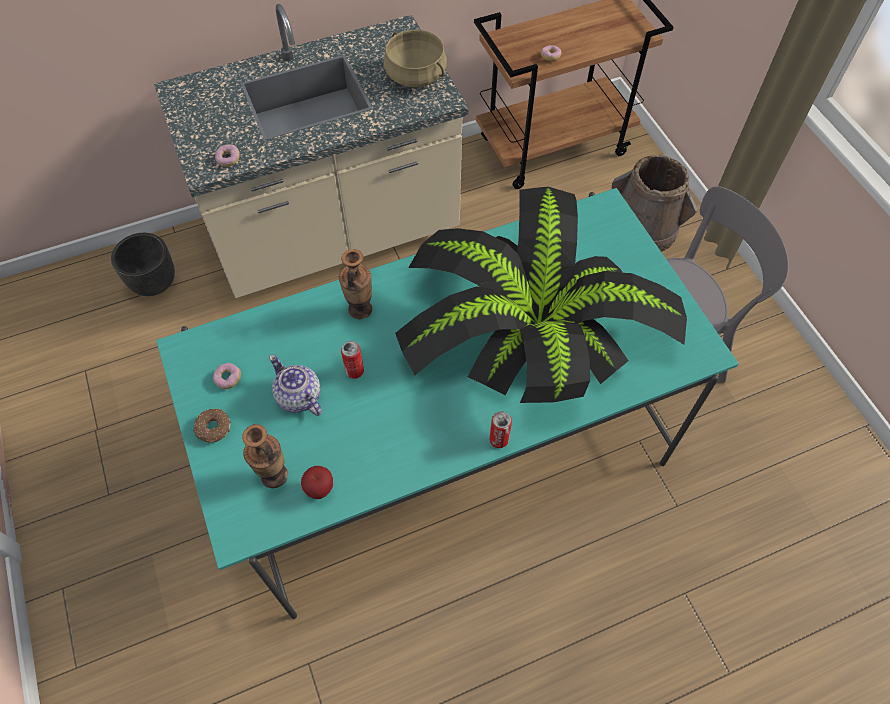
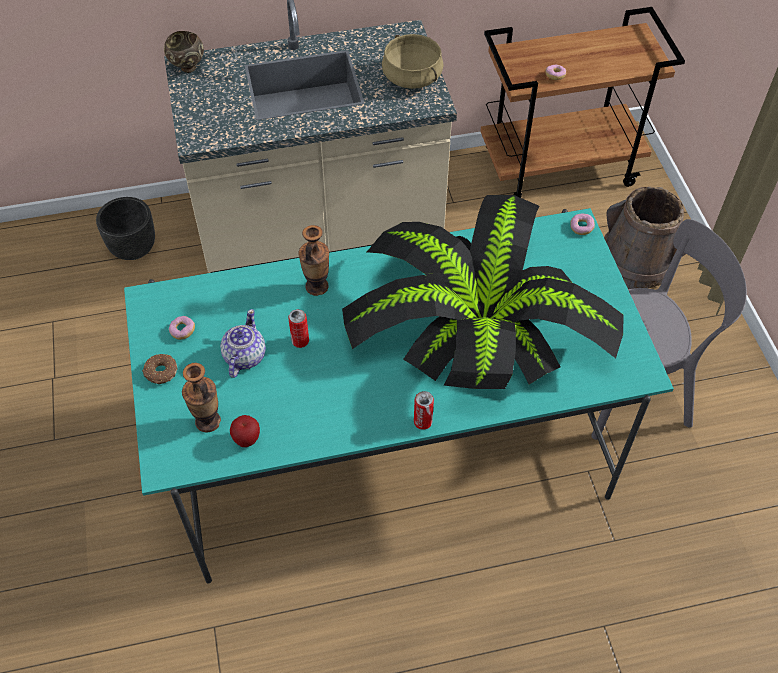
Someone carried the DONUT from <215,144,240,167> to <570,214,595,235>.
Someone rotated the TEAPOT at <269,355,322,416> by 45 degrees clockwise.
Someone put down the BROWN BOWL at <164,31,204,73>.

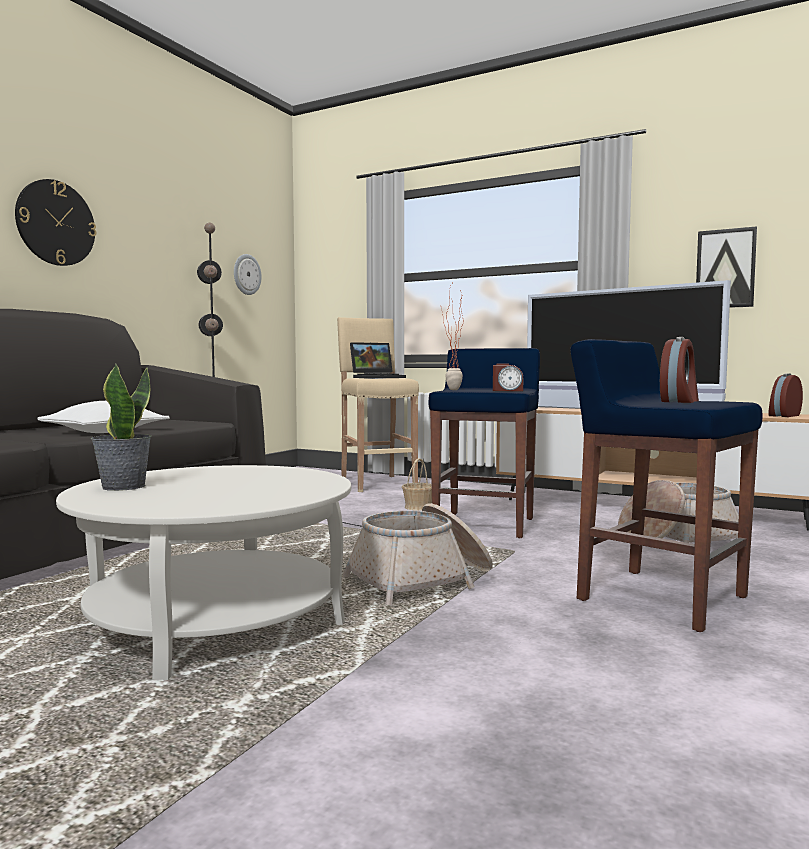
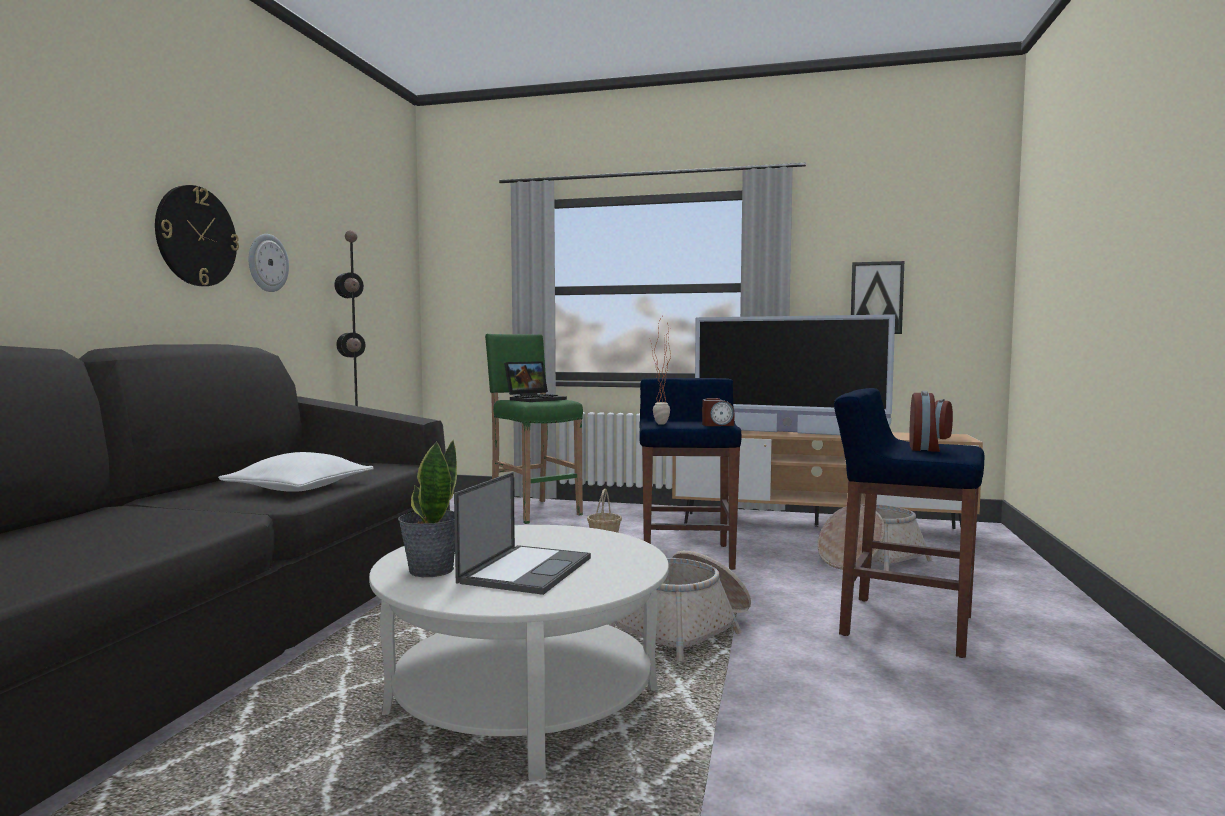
Someone carried the WALL CLOCK from <234,254,262,295> to <249,234,289,292>.
Someone repainted the BEIGE STOOL at <337,317,419,492>, which became the GREEN STOOL at <485,334,583,524>.
Someone put down the LAPTOP at <454,472,591,595>.

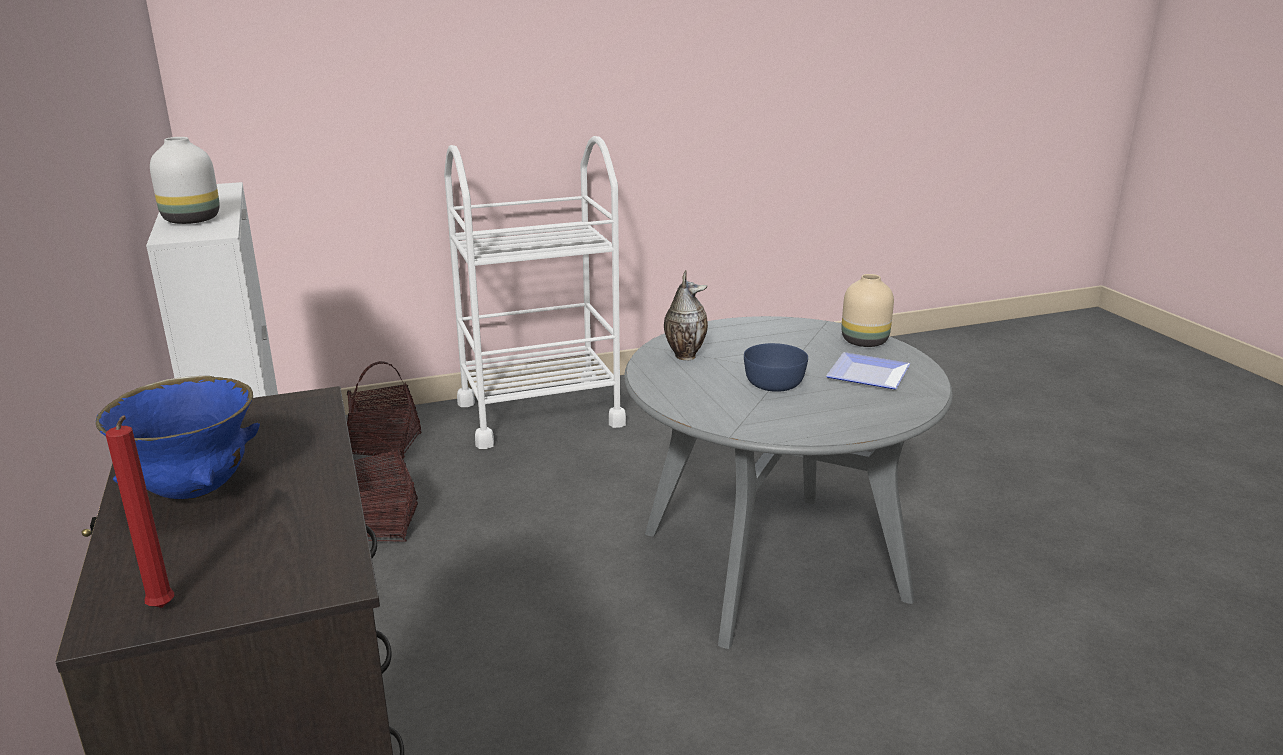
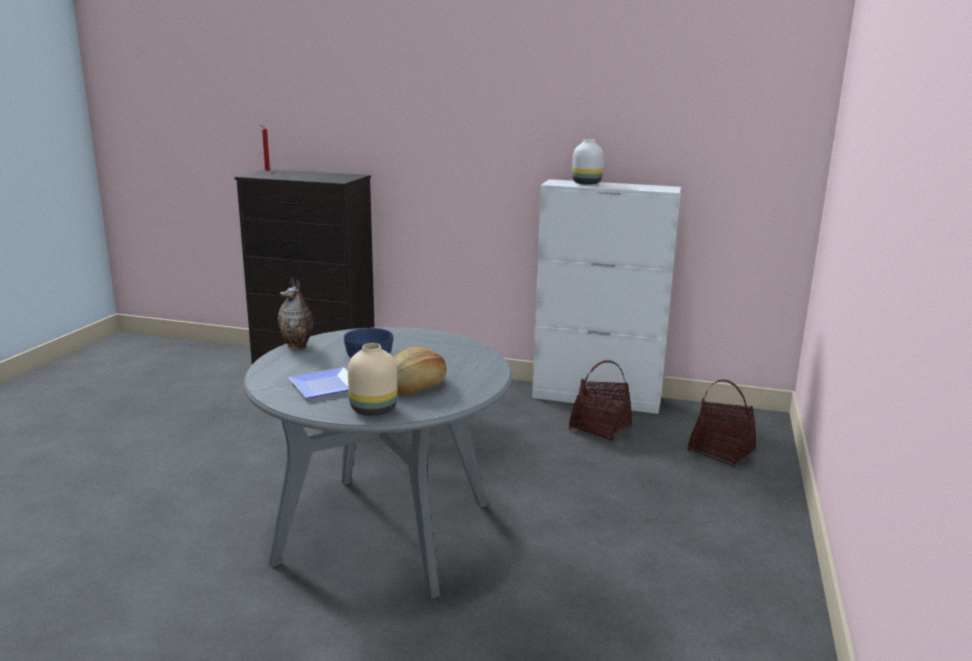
Someone took away the WHITE CART at <444,136,626,449>.
Someone carried the VASE from <664,270,708,360> to <278,278,313,350>.
Someone took away the BLUE BOWL at <96,376,260,499>.
Someone put down the BREAD at <393,347,447,395>.

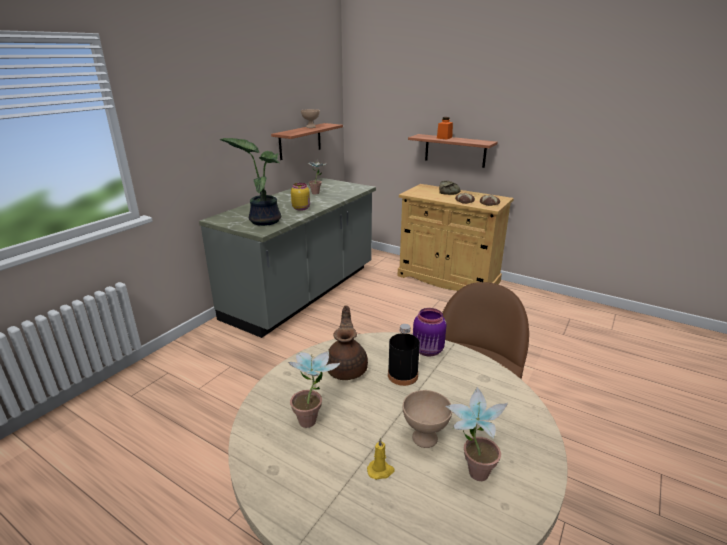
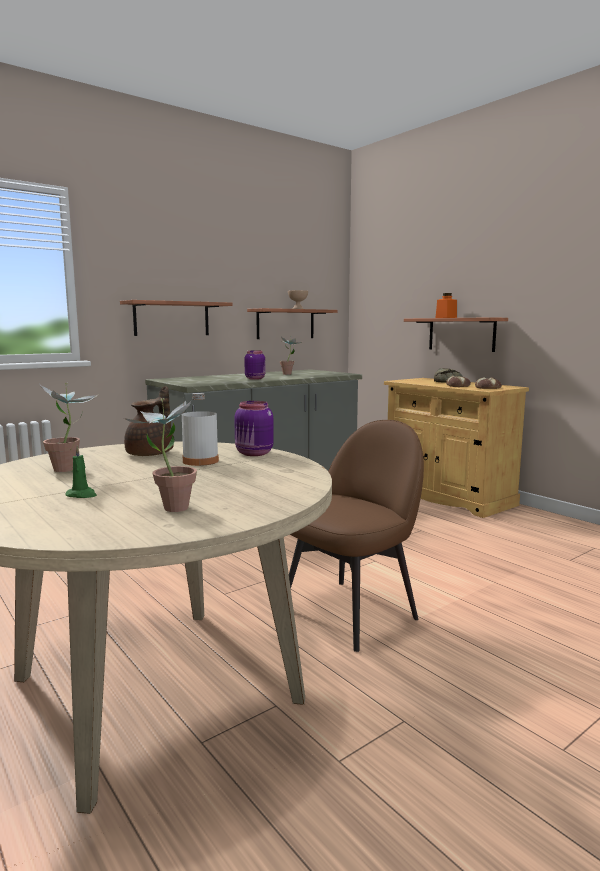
Someone took away the POTTED PLANT at <219,138,281,226>.
Someone repainted the YELLOW JAR at <291,183,310,211>, which became the PURPLE JAR at <244,351,265,380>.
Someone repainted the BLACK BOTTLE at <388,324,420,386>, which became the WHITE BOTTLE at <182,393,219,466>.
Someone took away the BEIGE BOWL at <403,390,452,448>.
Someone repainted the YELLOW CANDLE at <367,438,395,480>, which became the GREEN CANDLE at <65,446,97,498>.
Someone put up the SHELF at <120,300,233,336>.

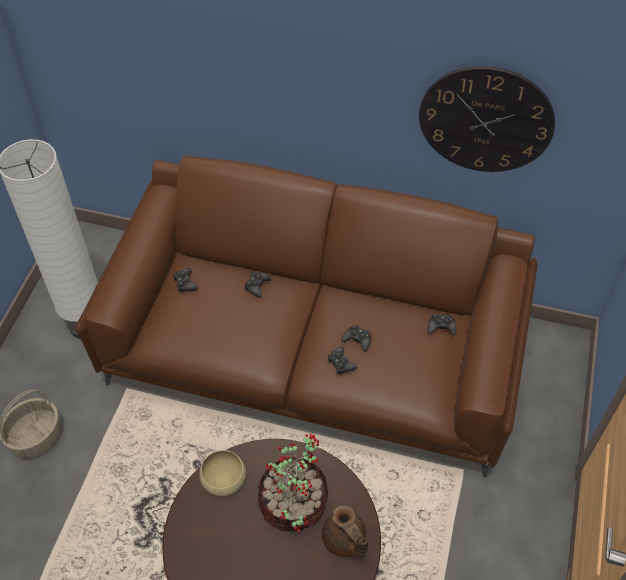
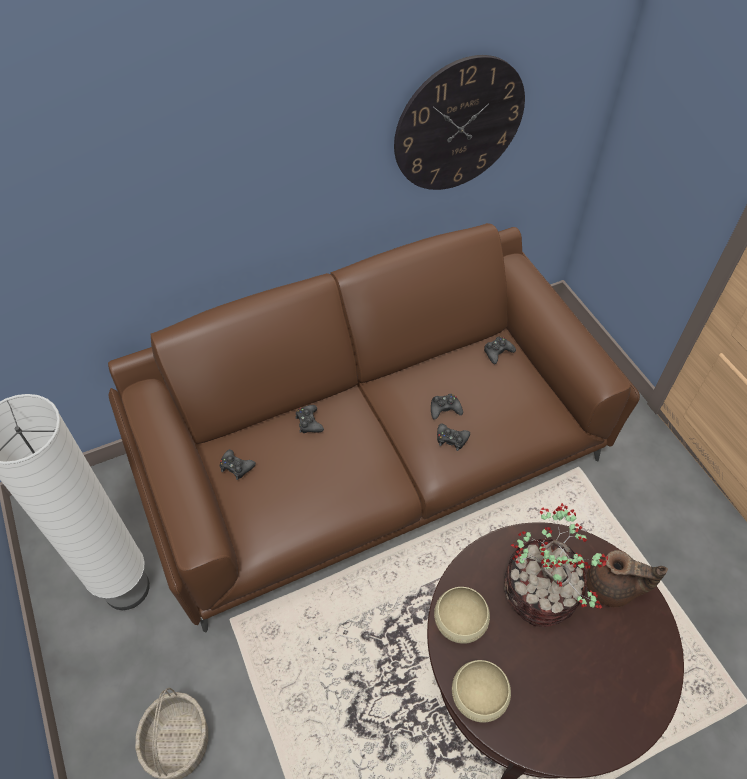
Someone put down the BEIGE BOWL at <452,660,511,723>.

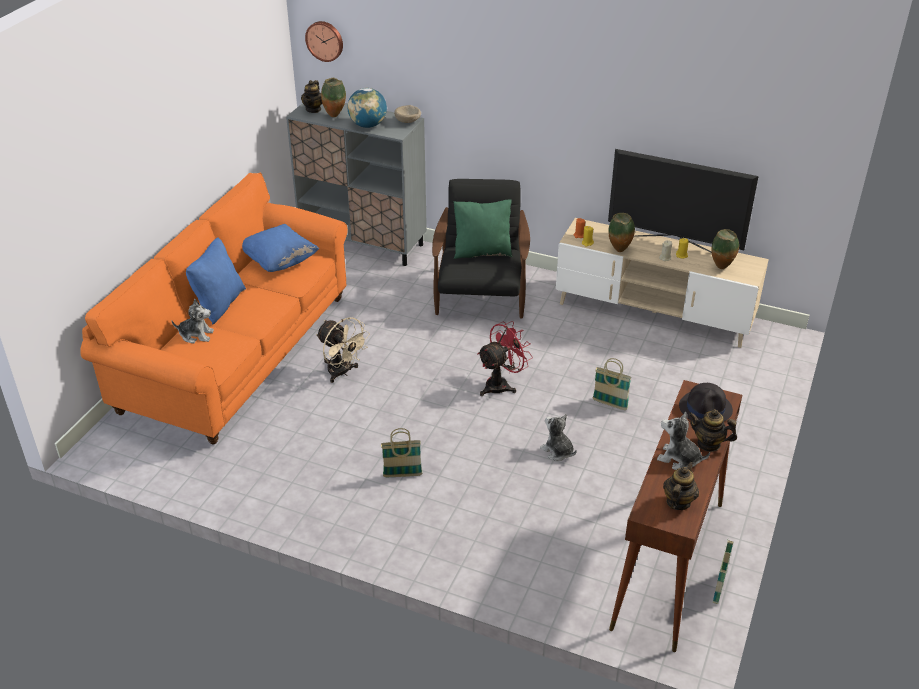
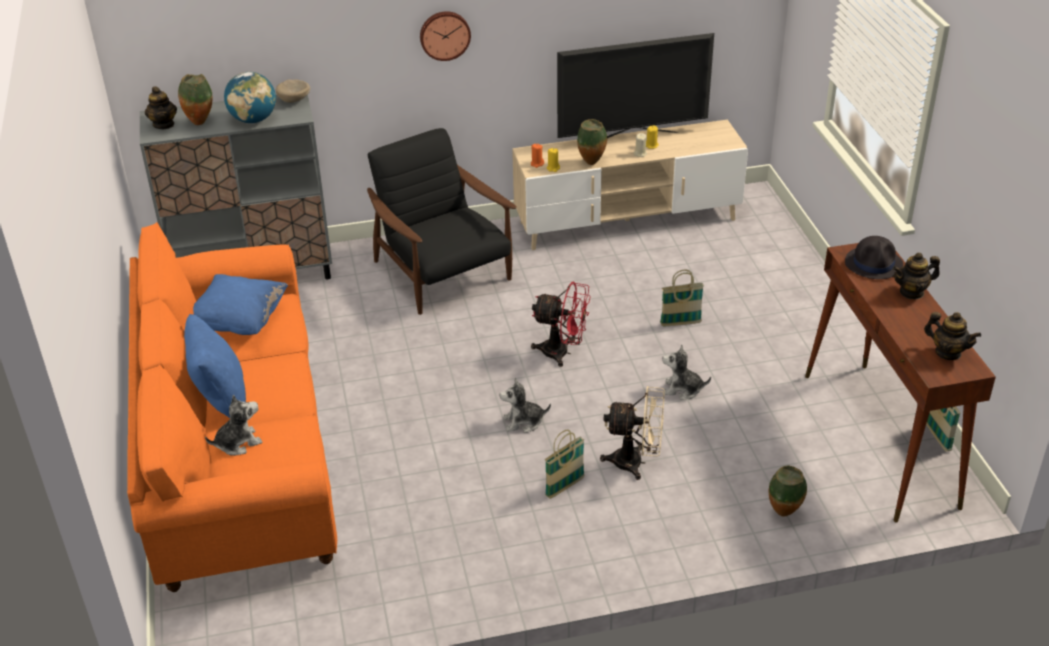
Someone carried the WALL CLOCK from <305,21,343,62> to <420,11,471,61>.
Someone took away the GREEN PILLOW at <454,199,512,259>.
Someone carried the VASE from <711,229,739,269> to <769,465,807,517>.
Someone carried the BEIGE FAN from <316,317,370,383> to <600,386,665,480>.
Someone rotated the RED FAN at <477,321,533,396> by 90 degrees clockwise.
Someone carried the PLUSH TOY from <657,412,710,470> to <499,377,551,433>.
Someone rotated the TEAPOT at <663,462,699,510> by 135 degrees clockwise.

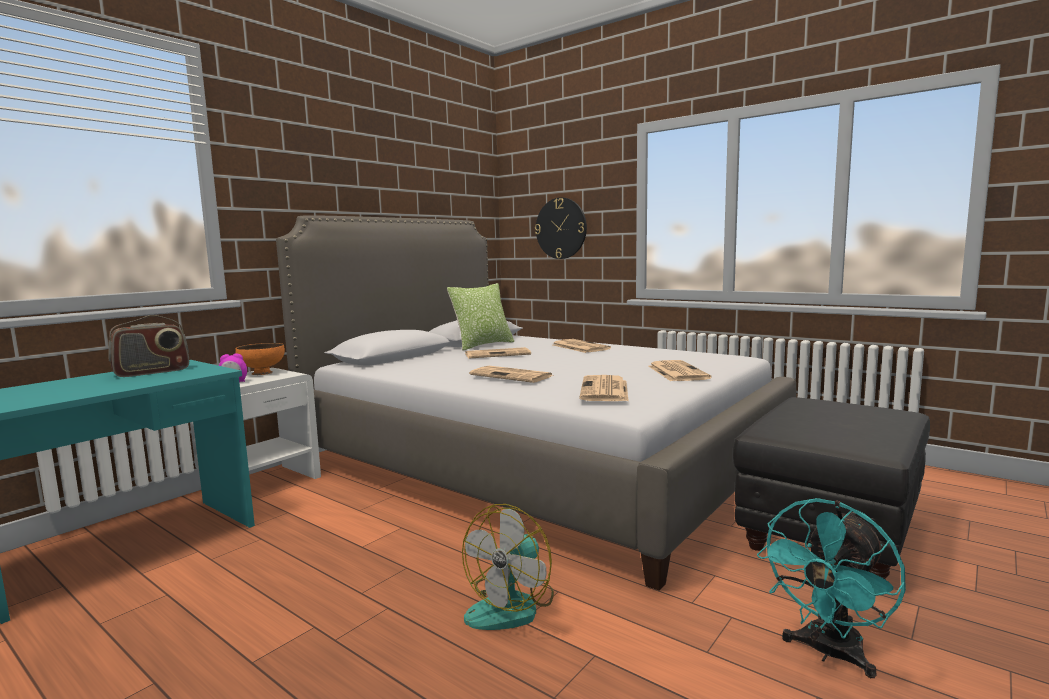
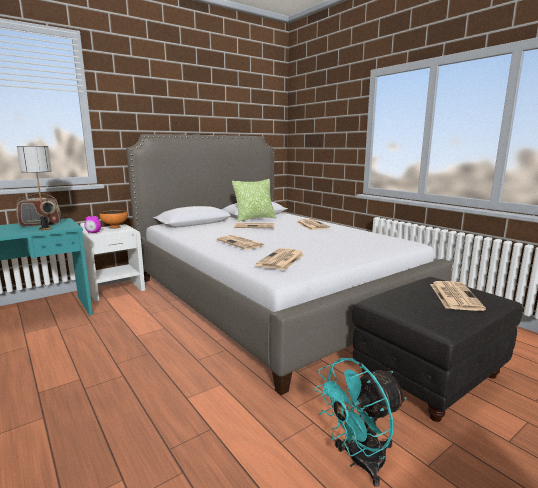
Someone took away the WALL CLOCK at <535,198,587,259>.
Someone carried the NEWSPAPER from <648,360,712,381> to <430,281,486,311>.
Someone took away the FAN at <462,504,554,630>.
Someone put down the TABLE LAMP at <17,146,52,230>.

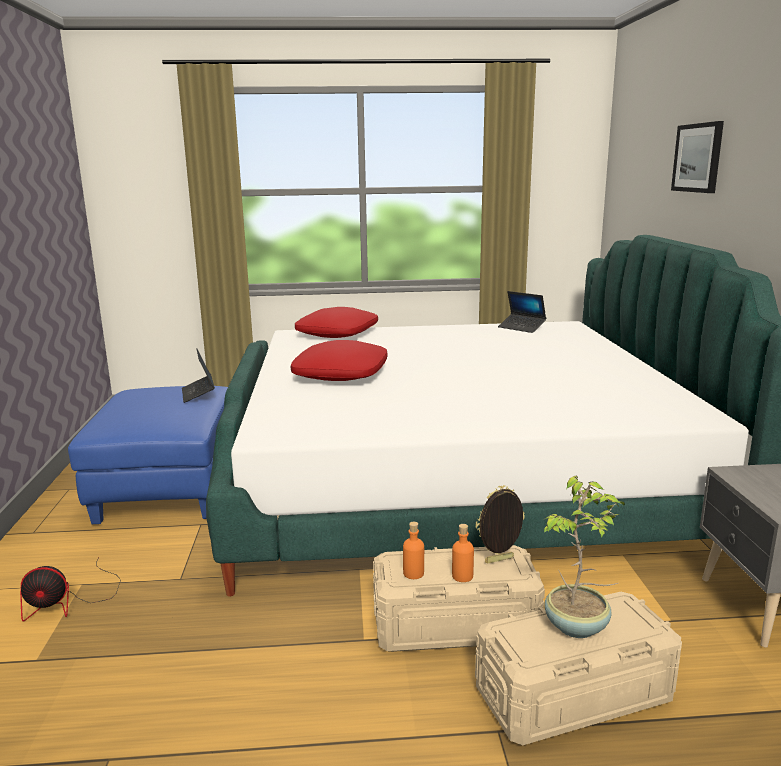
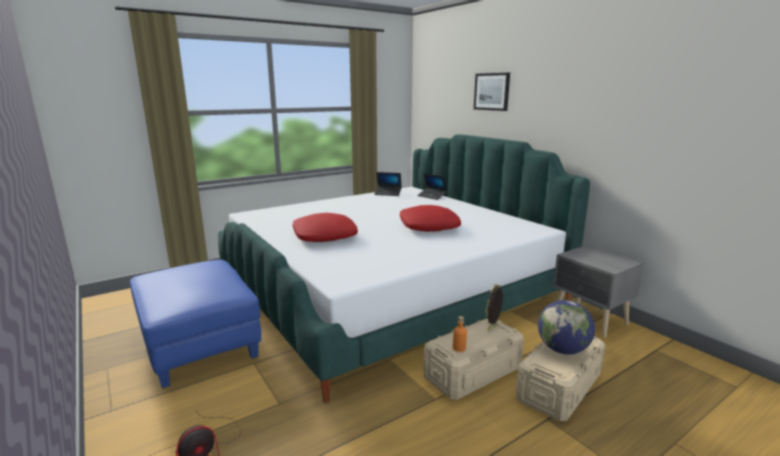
Someone carried the RED PILLOW from <295,307,378,338> to <400,205,461,232>.
Someone carried the LAPTOP from <182,348,215,403> to <417,173,447,200>.
Someone swapped the POTTED PLANT at <543,476,625,638> for the GLOBE at <538,300,595,355>.
Someone took away the ORANGE BOTTLE at <452,524,474,582>.

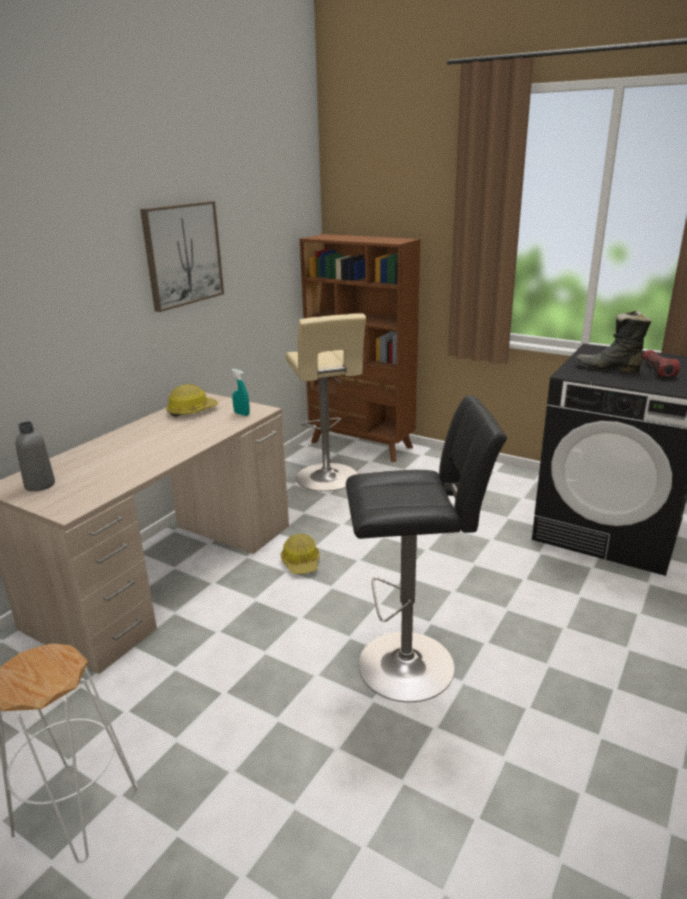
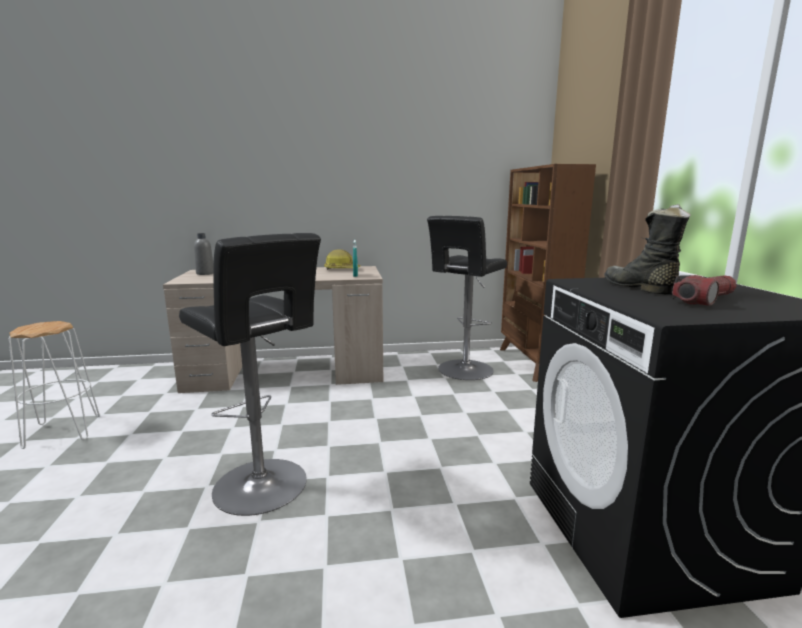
Someone took away the PICTURE at <140,201,224,312>.
Someone repainted the BEIGE STOOL at <286,313,366,491>, which became the BLACK STOOL at <427,216,507,380>.
Someone took away the HARD HAT at <280,534,320,574>.

